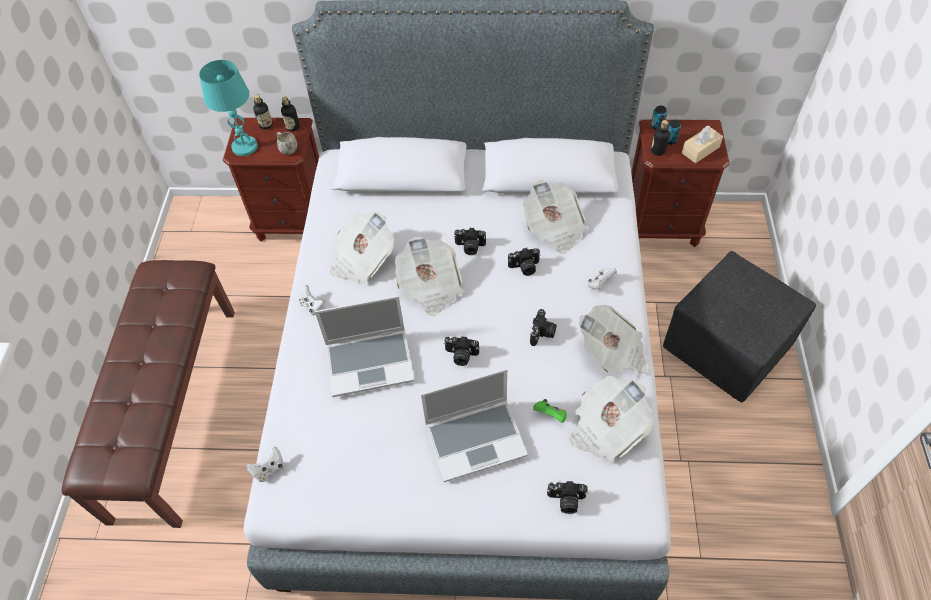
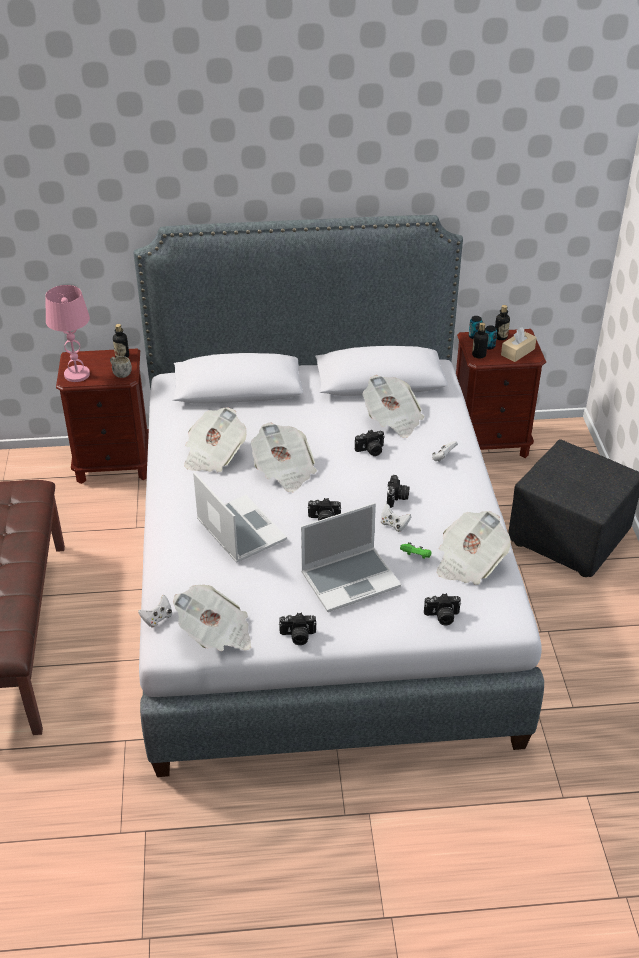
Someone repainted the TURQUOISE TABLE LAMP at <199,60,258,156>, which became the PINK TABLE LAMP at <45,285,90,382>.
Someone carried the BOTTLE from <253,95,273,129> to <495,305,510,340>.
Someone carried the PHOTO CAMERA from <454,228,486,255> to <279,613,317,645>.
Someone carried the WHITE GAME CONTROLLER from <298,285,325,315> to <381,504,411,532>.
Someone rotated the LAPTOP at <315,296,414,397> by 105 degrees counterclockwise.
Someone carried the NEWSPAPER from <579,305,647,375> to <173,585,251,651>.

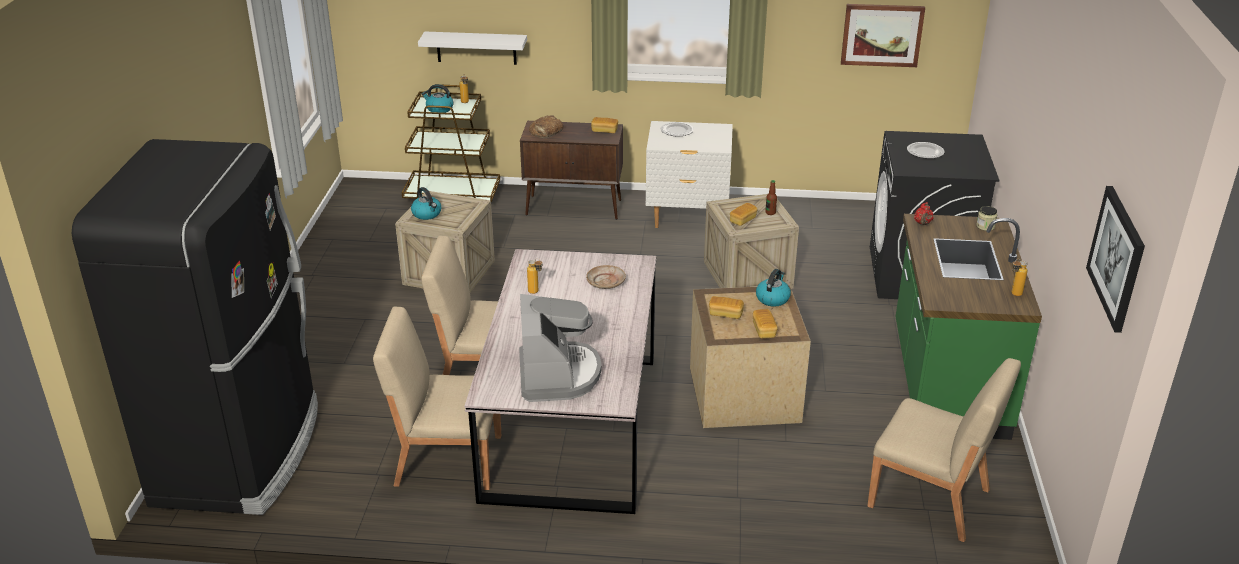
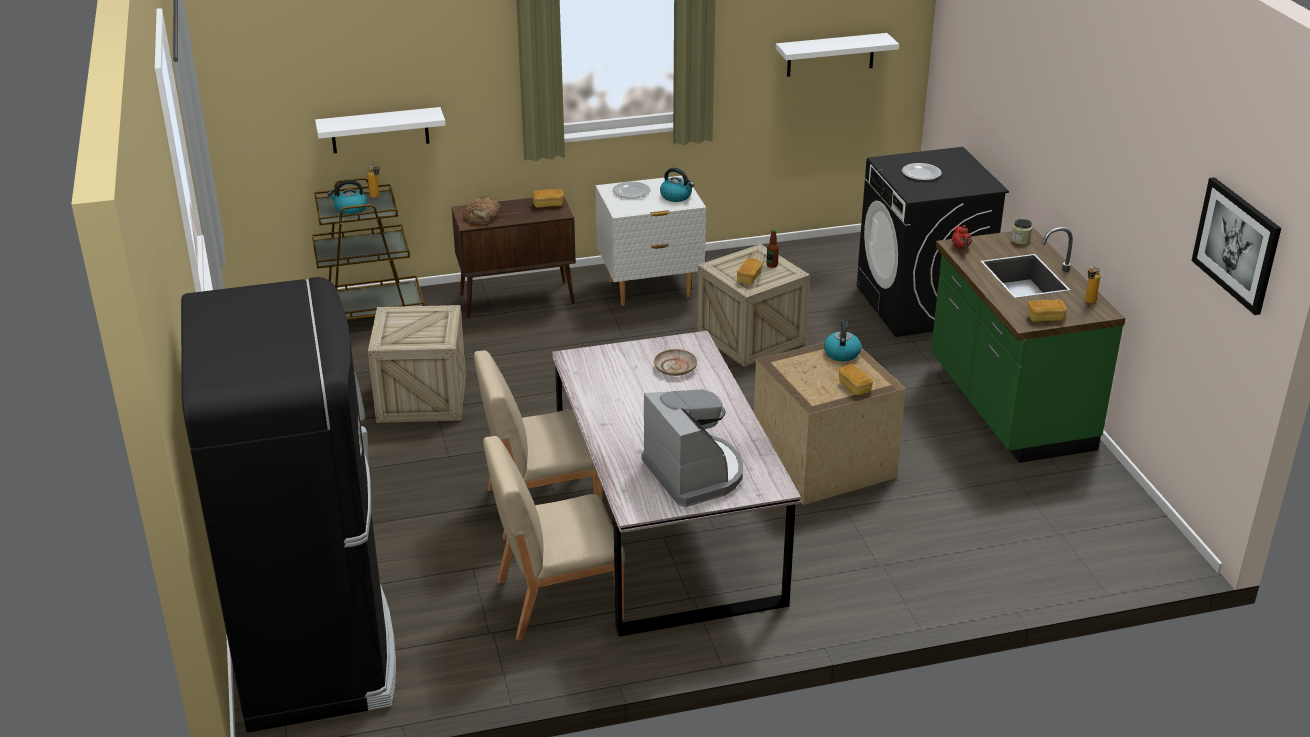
Someone swapped the PICTURE at <841,4,925,67> for the WHITE SHELF at <776,33,899,77>.
Someone carried the KETTLE from <411,187,441,220> to <660,168,695,202>.
Someone took away the BOTTLE at <527,258,542,294>.
Someone carried the BREAD from <709,296,744,319> to <1028,299,1067,322>.
Someone took away the BEIGE CHAIR at <867,358,1021,542>.

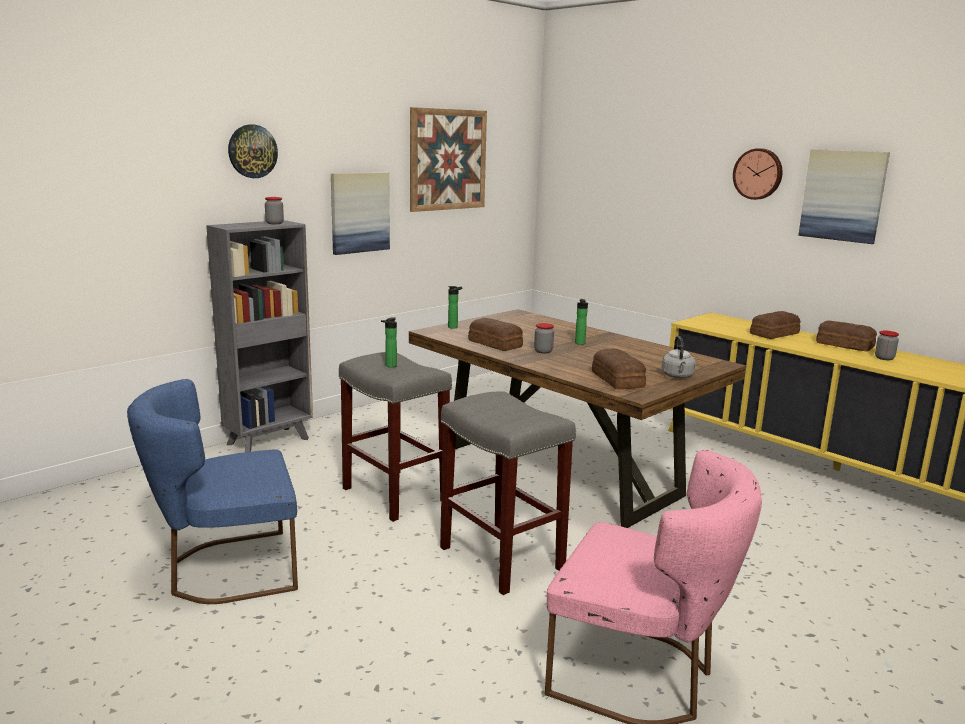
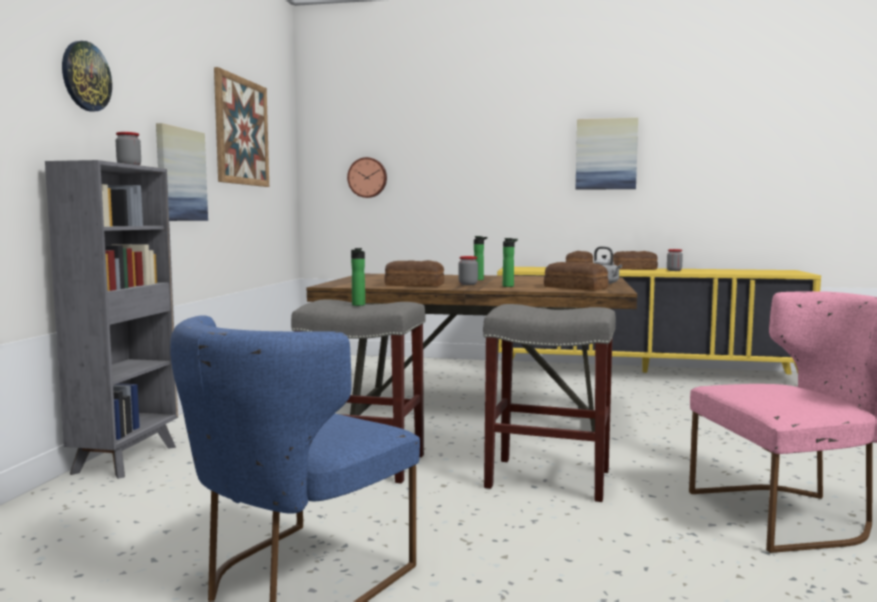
Someone carried the WALL CLOCK from <733,148,783,200> to <347,157,387,198>.
Someone carried the BOTTLE from <448,286,462,329> to <503,238,518,287>.

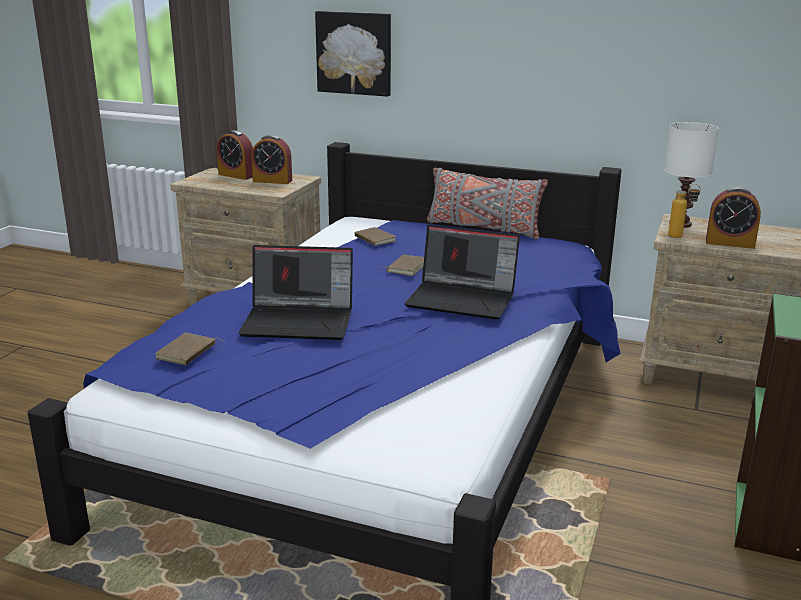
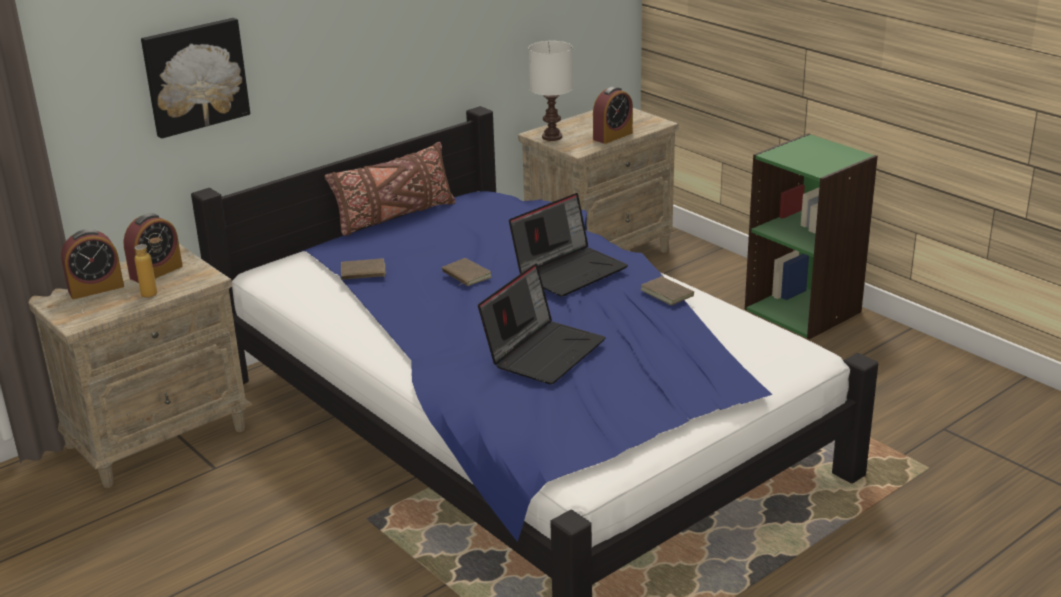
Someone repainted the GREY PILLOW at <427,168,548,239>, which became the BROWN PILLOW at <325,142,456,236>.
Someone carried the BOTTLE from <668,184,701,238> to <134,233,163,298>.
Someone carried the BROWN BOOK from <155,333,224,365> to <640,274,694,305>.

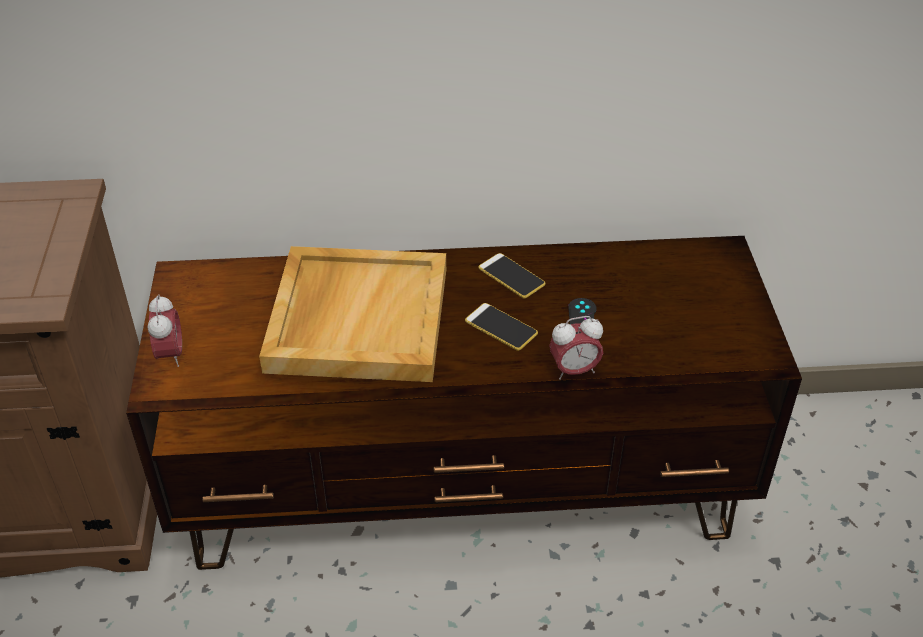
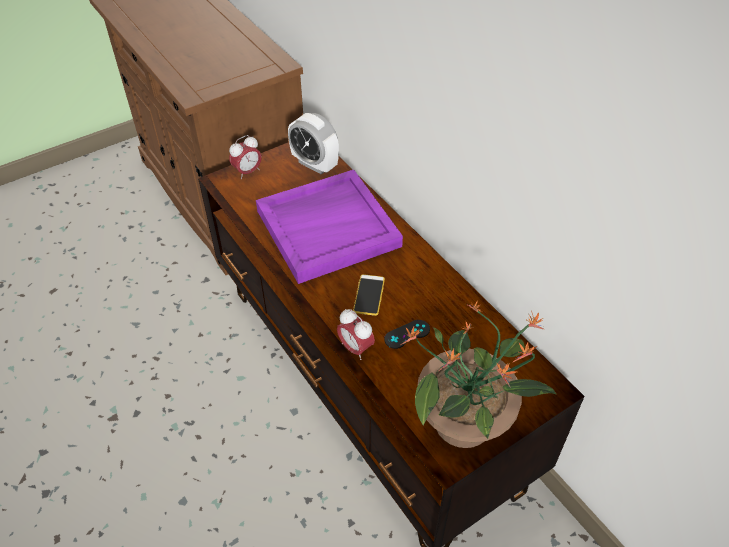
Someone repainted the BEIGE TRAY at <259,246,446,382>, which became the PURPLE TRAY at <256,170,403,284>.
Someone took away the PHONE at <478,253,546,298>.
Someone put down the ALARM CLOCK at <288,113,339,175>.
Someone put down the POTTED PLANT at <401,301,556,448>.

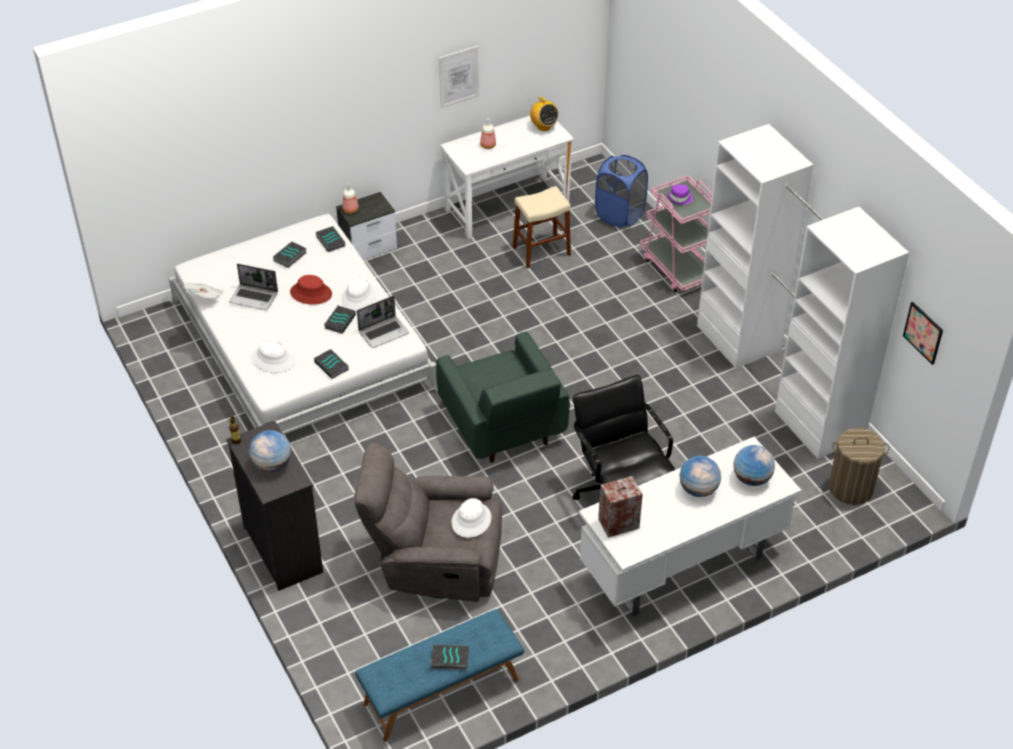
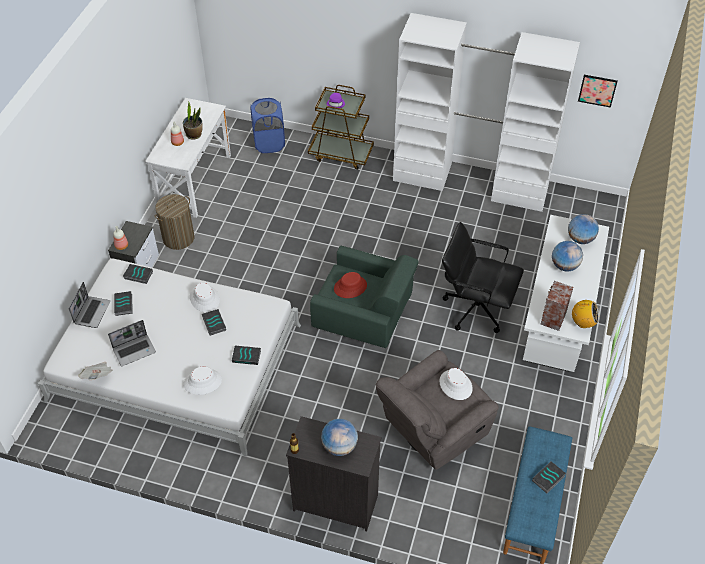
Someone took away the PICTURE at <439,46,479,108>.
Someone carried the RADIO from <530,97,559,131> to <572,300,599,328>.
Someone repainted the PINK CART at <640,176,712,293>, which became the BROWN CART at <308,85,374,170>.
Someone took away the BEIGE STOOL at <513,186,571,268>.
Someone carried the RED HAT from <290,275,332,305> to <334,272,367,298>.
Someone carried the LAPTOP from <357,296,409,348> to <69,282,111,328>.
Someone carried the LAUNDRY BASKET from <829,428,890,505> to <154,194,194,250>.
Someone put down the POTTED PLANT at <183,102,203,140>.

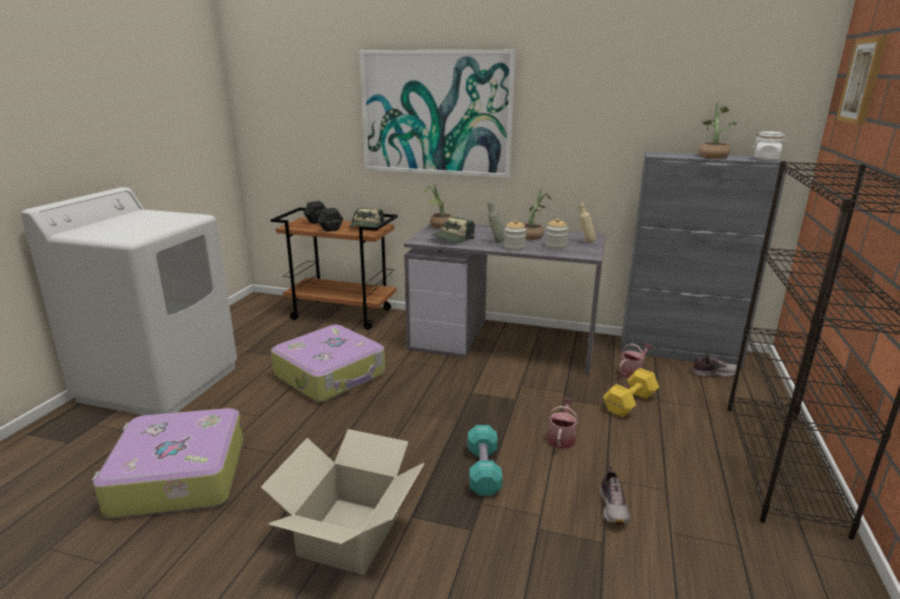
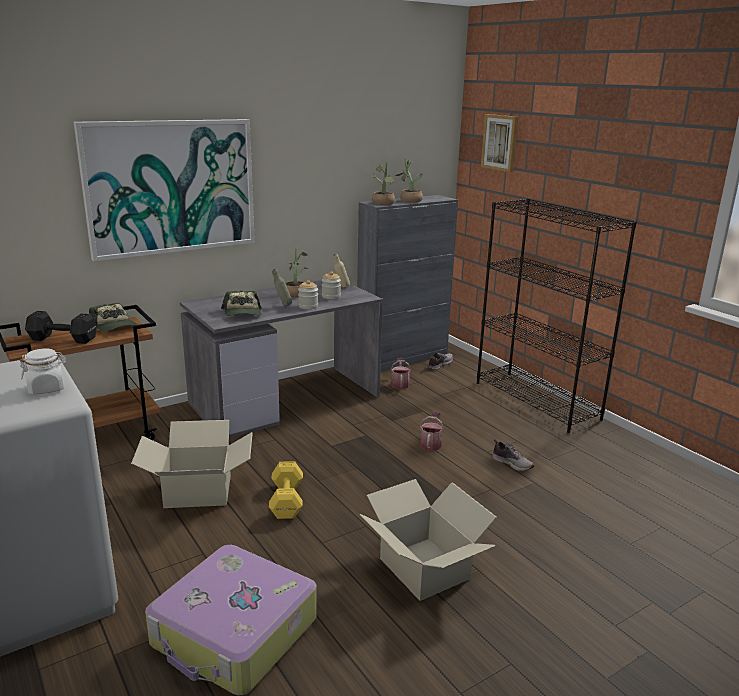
Someone carried the WHITE JAR from <752,131,787,160> to <20,349,66,394>.
Someone carried the POTTED PLANT from <424,184,453,229> to <371,162,395,205>.
Someone swapped the SUITCASE at <271,325,385,402> for the CARDBOARD BOX at <131,420,253,508>.
Someone carried the YELLOW DUMBBELL from <603,368,659,417> to <269,461,303,519>.
Someone rotated the WATERING CAN at <548,398,579,449> by 45 degrees clockwise.
Someone took away the TURQUOISE DUMBBELL at <468,425,502,496>.

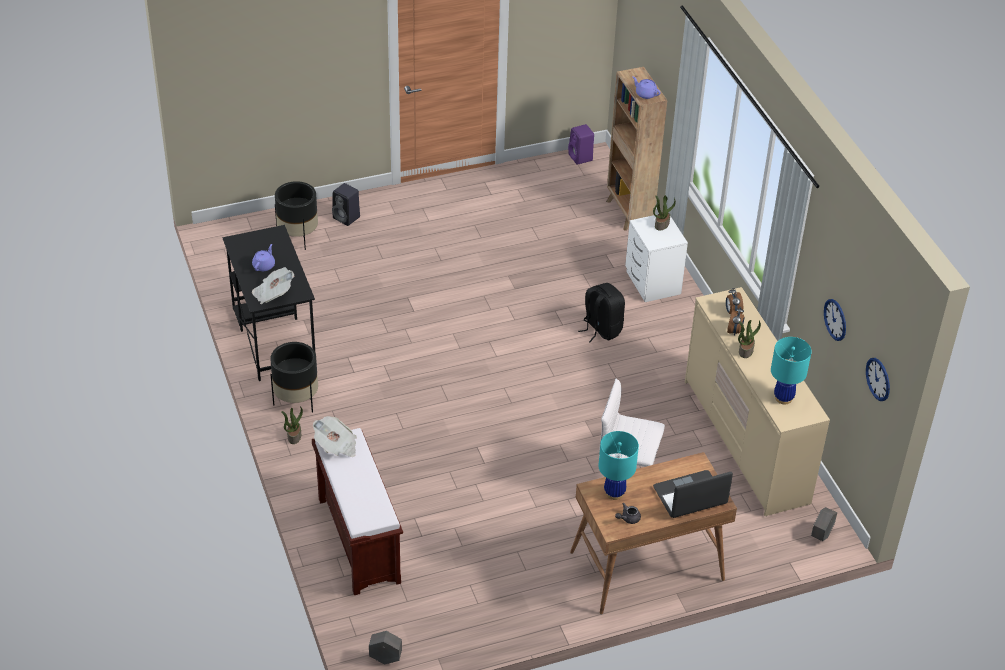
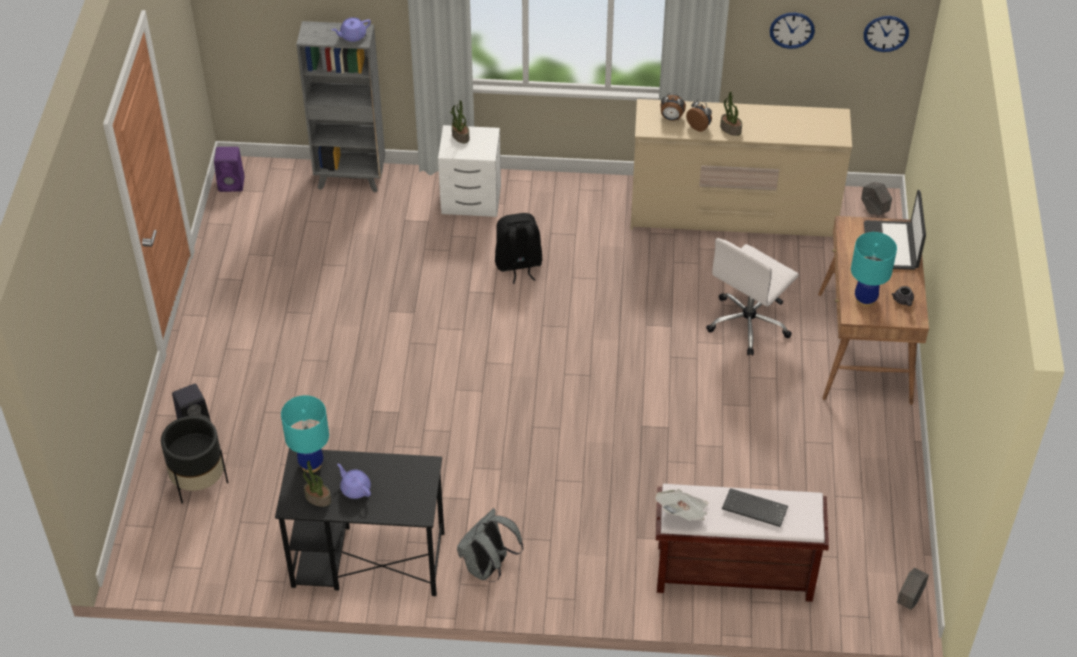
Someone repainted the BROWN BOOKCASE at <606,67,667,231>, which became the GREY BOOKCASE at <296,21,385,193>.
Someone took away the NEWSPAPER at <252,267,294,304>.
Someone carried the TURQUOISE TABLE LAMP from <771,337,812,404> to <281,395,329,473>.
Someone swapped the BLACK PLANTER at <270,342,318,413> for the GREY BACKPACK at <457,508,523,582>.
Someone carried the POTTED PLANT from <281,406,303,444> to <303,461,331,507>.
Someone put down the KEYBOARD at <722,488,788,527>.

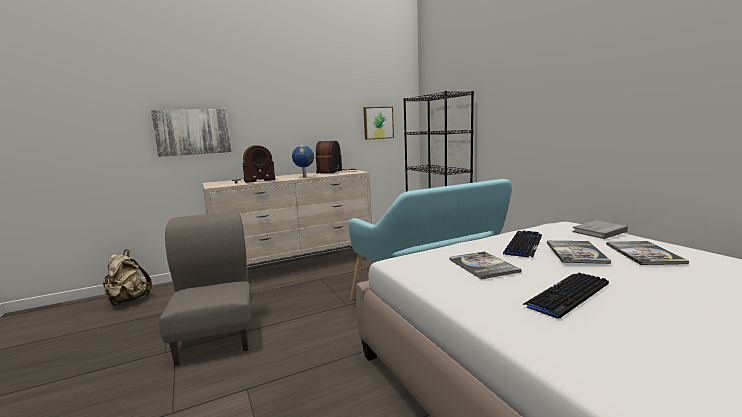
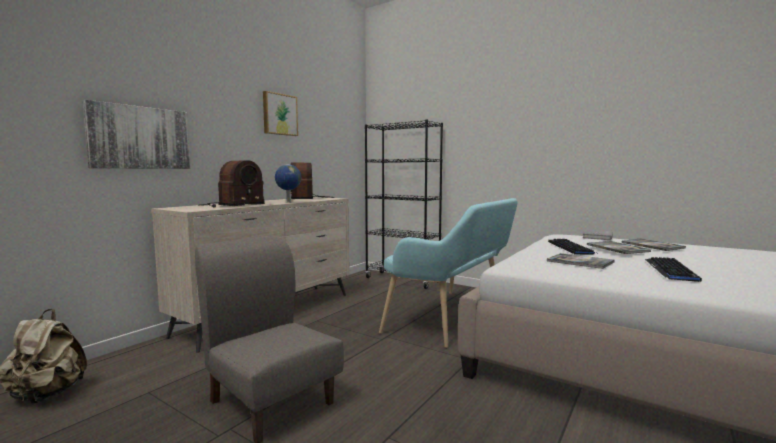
Someone carried the PICTURE from <363,107,394,140> to <263,91,298,136>.

